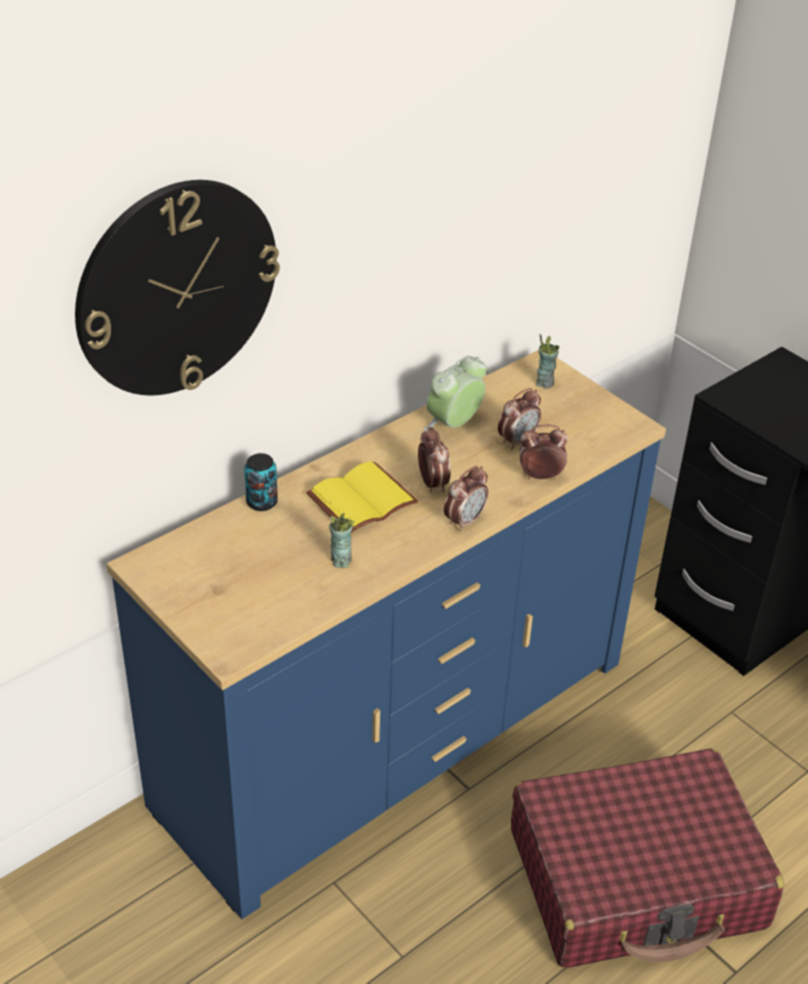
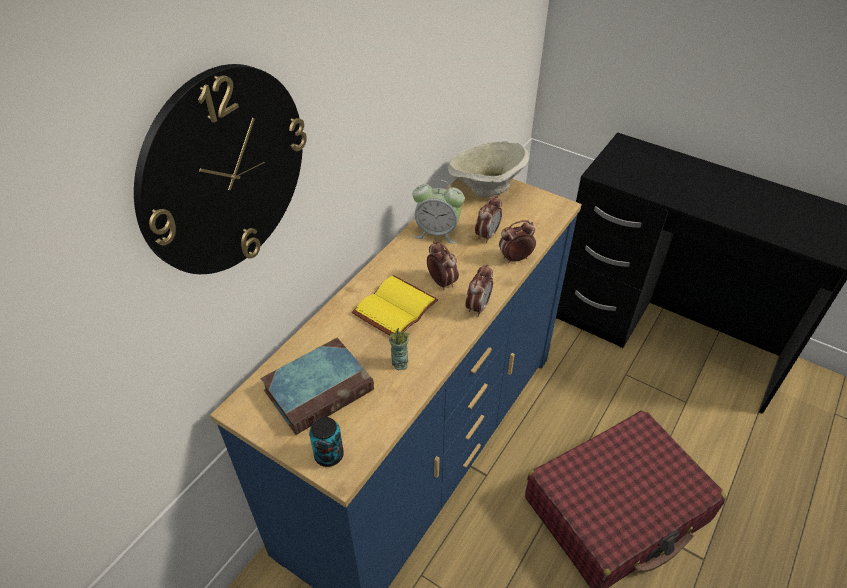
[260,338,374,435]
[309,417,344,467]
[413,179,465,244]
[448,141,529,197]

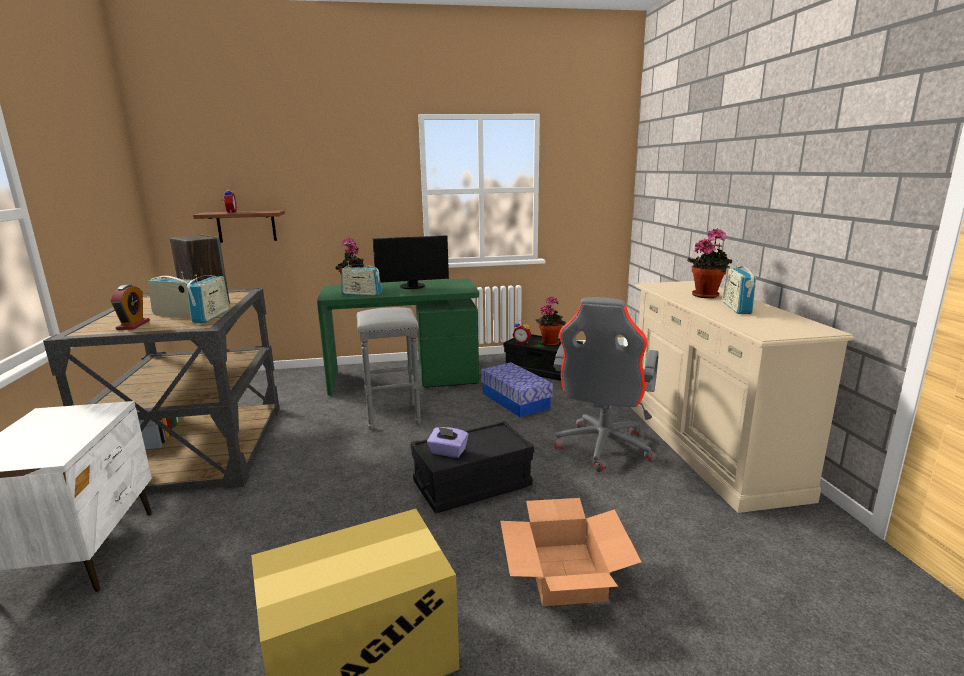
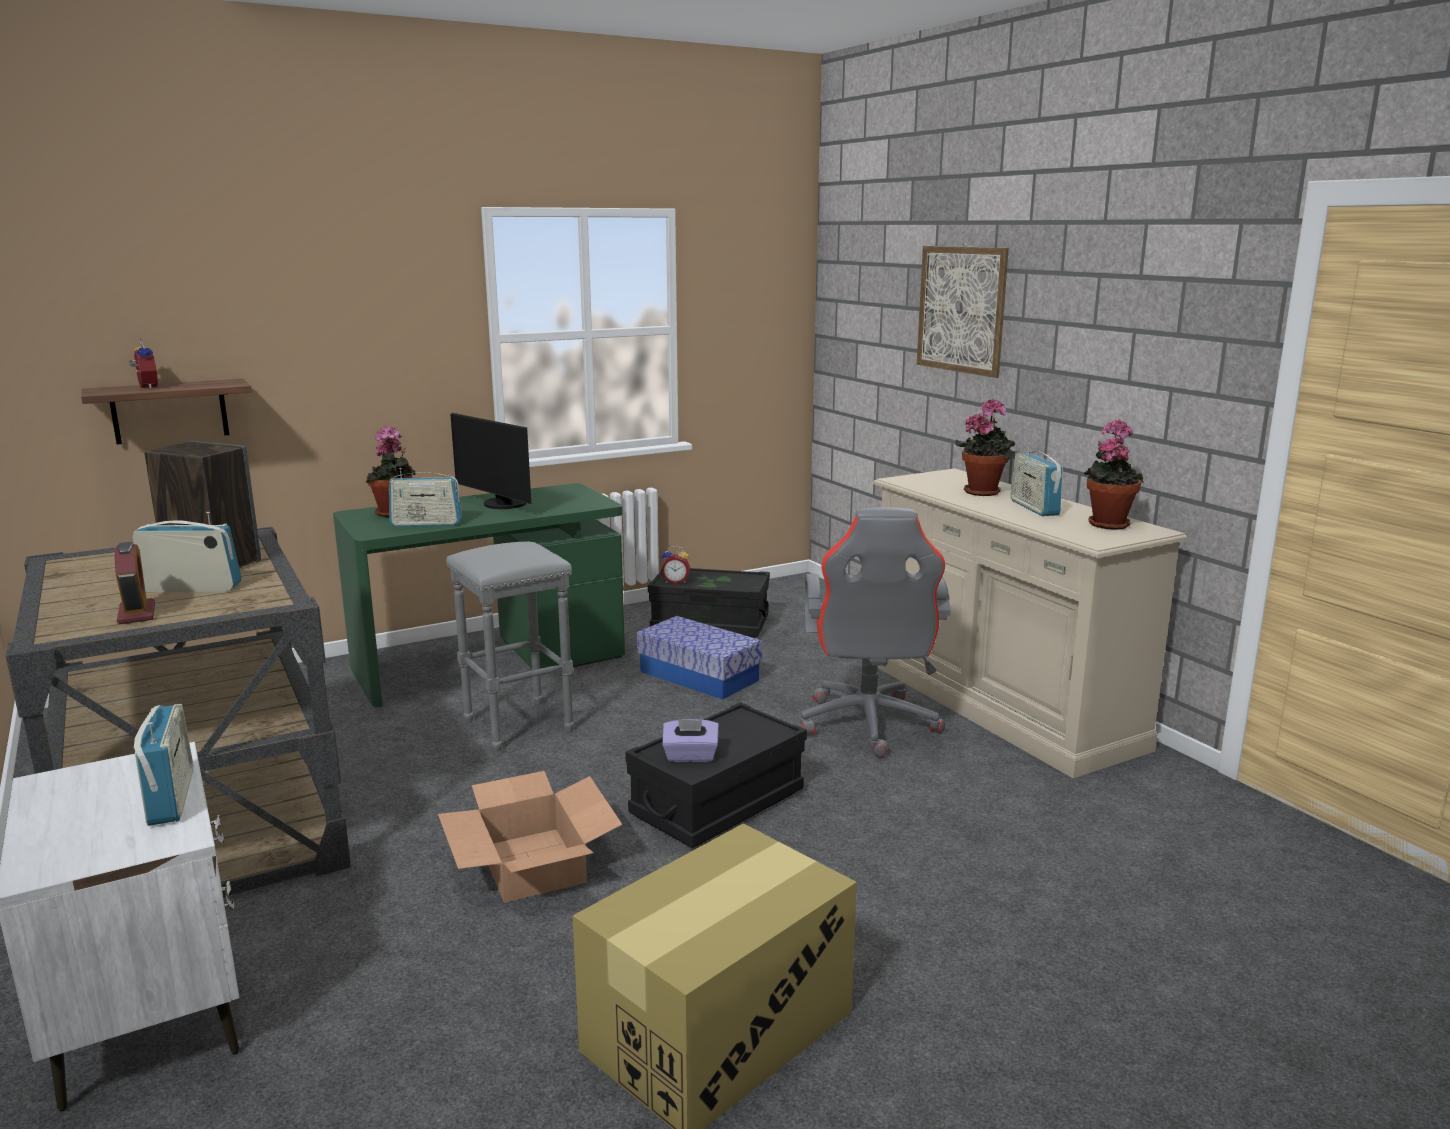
[134,704,193,826]
[438,771,622,903]
[450,413,531,509]
[917,243,1009,378]
[1084,419,1144,529]

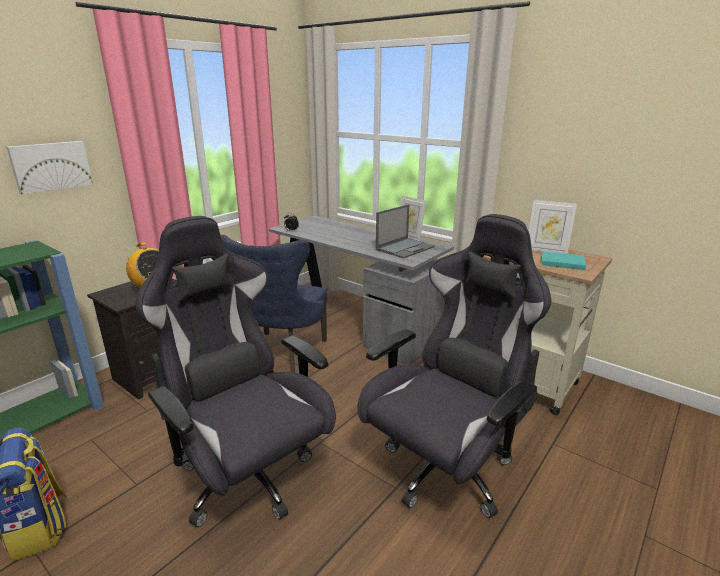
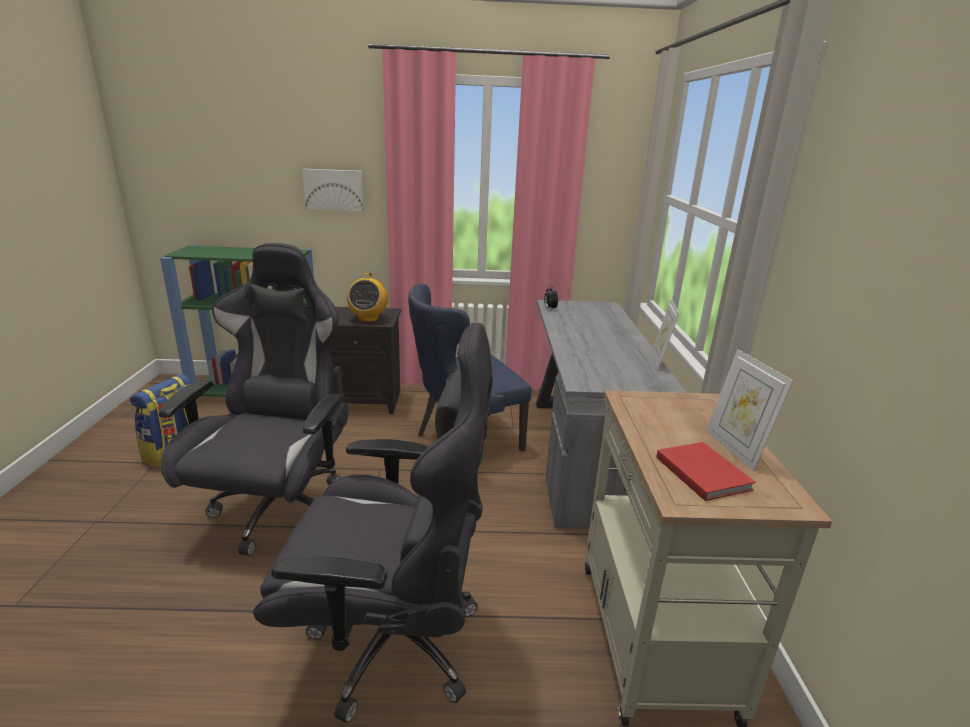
[656,442,756,501]
[376,204,435,259] (first image)

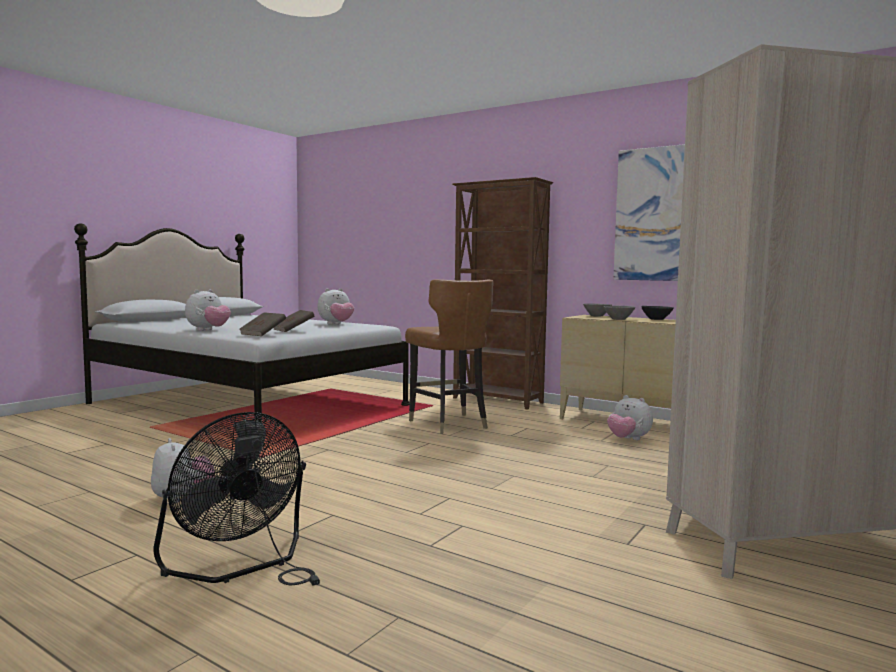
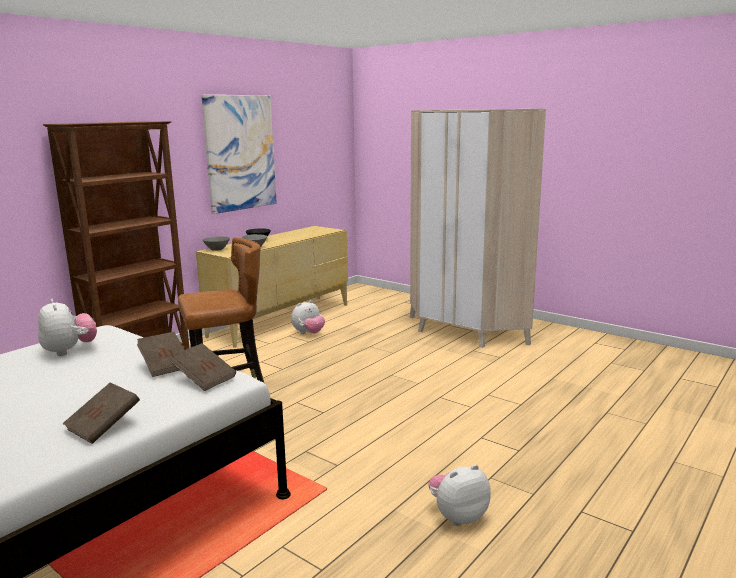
[63,382,140,444]
[153,412,320,586] (first image)

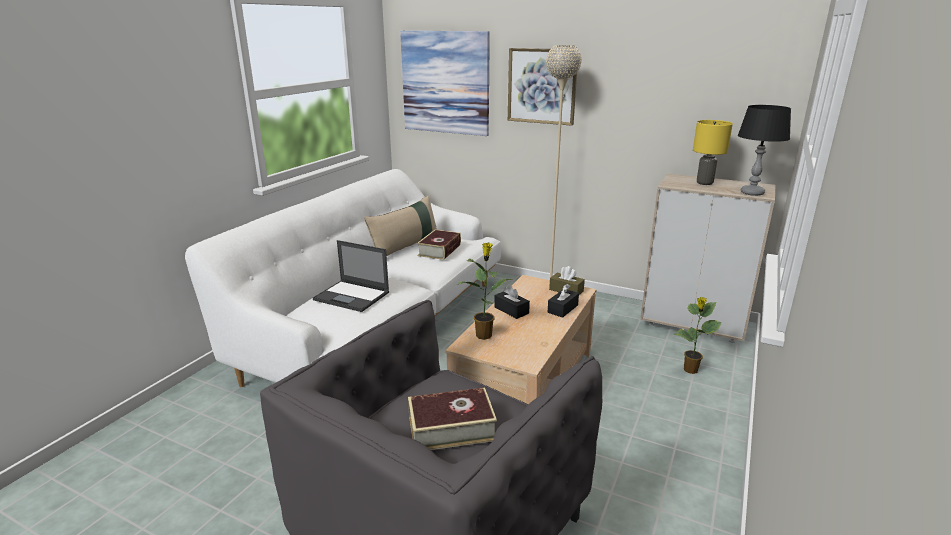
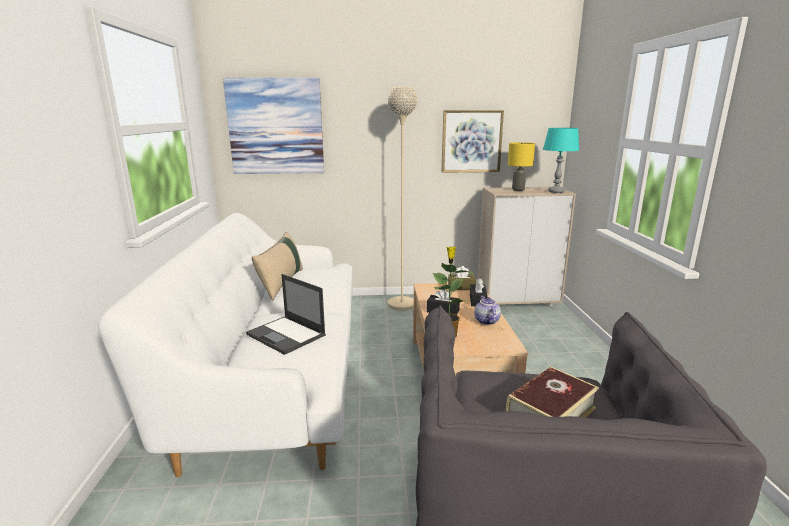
[246,274,326,355]
[441,110,504,173]
[474,296,501,325]
[543,128,579,193]
[417,229,461,260] (first image)
[674,297,722,374] (first image)

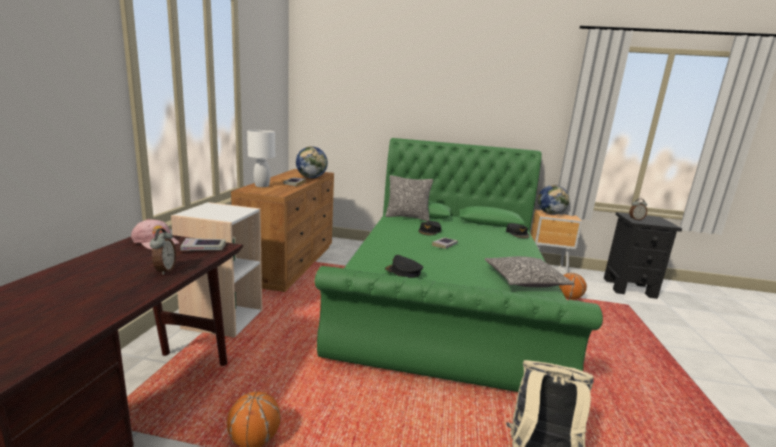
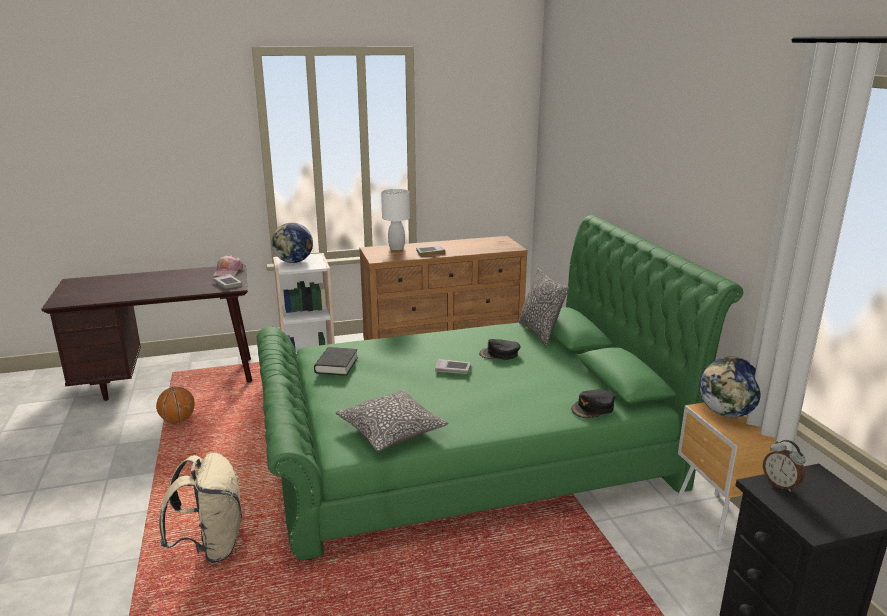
[272,223,313,263]
[314,347,358,376]
[150,229,176,275] (first image)
[559,273,587,300] (first image)

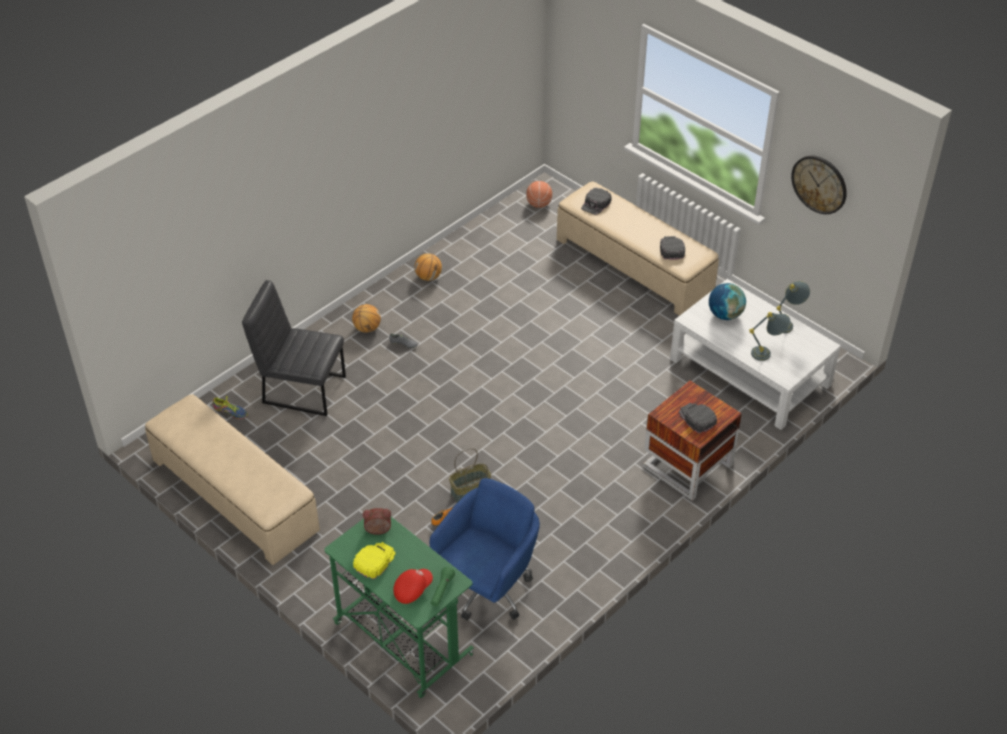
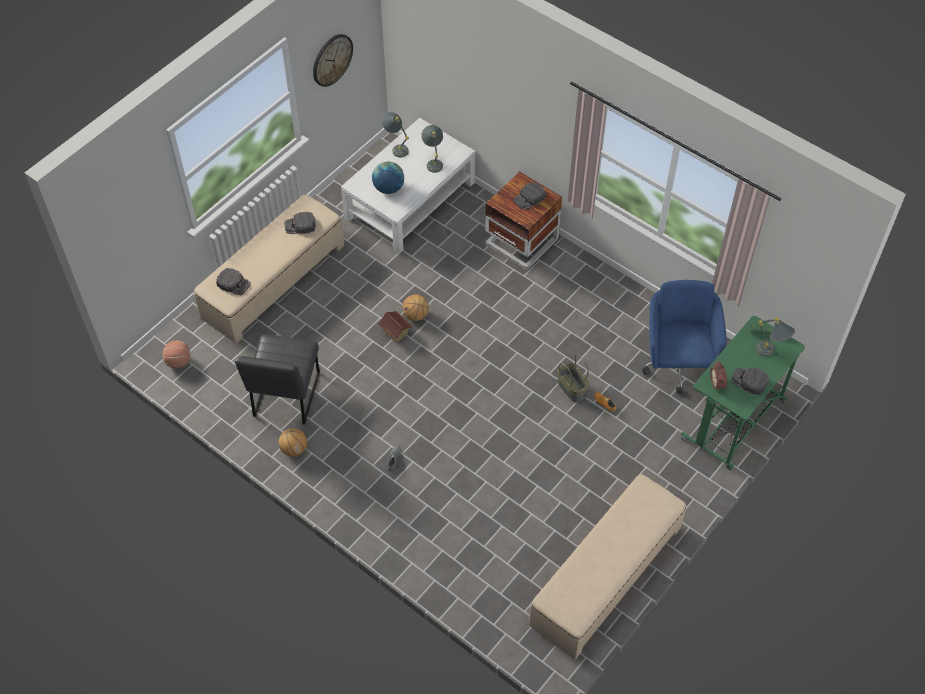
[235,335,320,425]
[377,310,413,343]
[402,295,429,321]
[642,280,727,394]
[731,367,769,396]
[756,317,795,357]
[213,396,248,419] (first image)

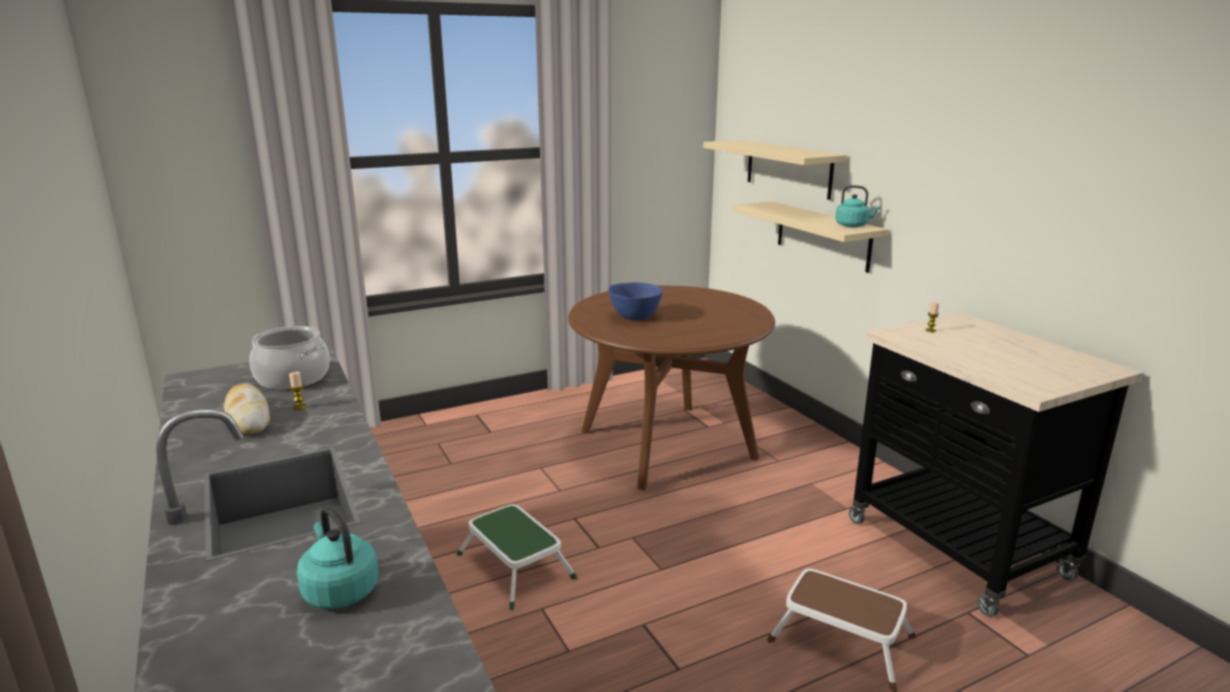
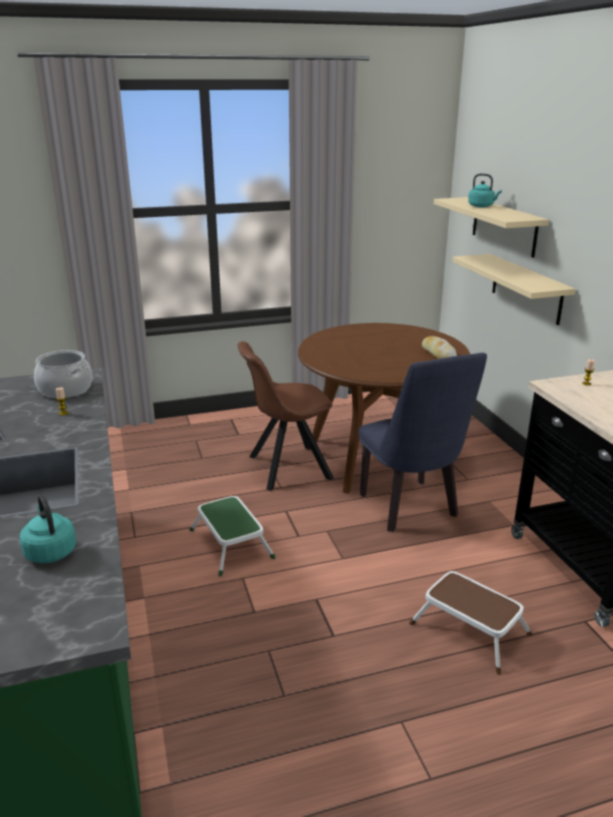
[238,341,334,491]
[359,353,487,532]
[422,336,457,359]
[468,173,502,207]
[609,282,663,320] (first image)

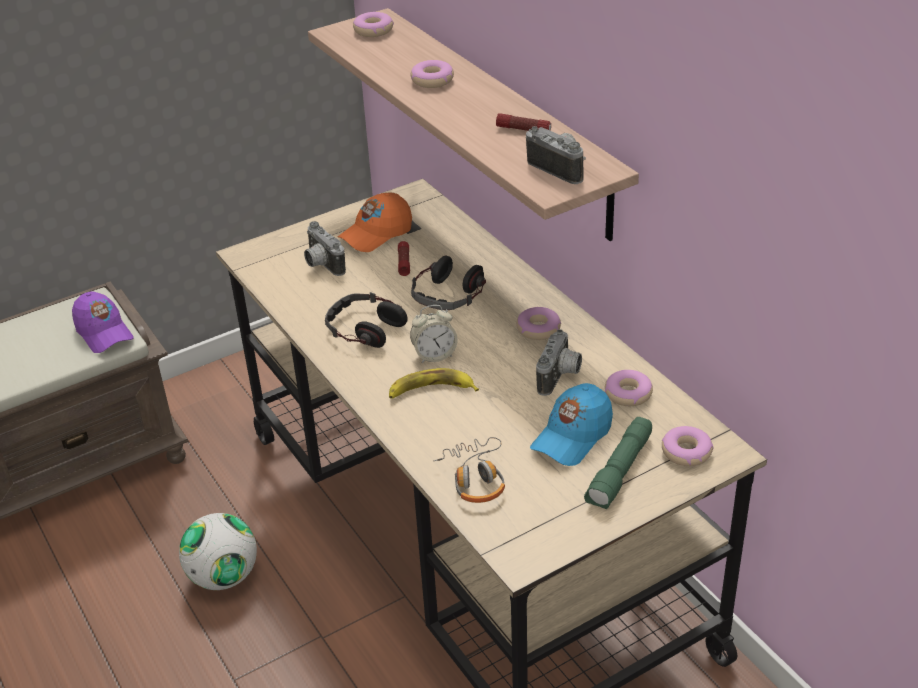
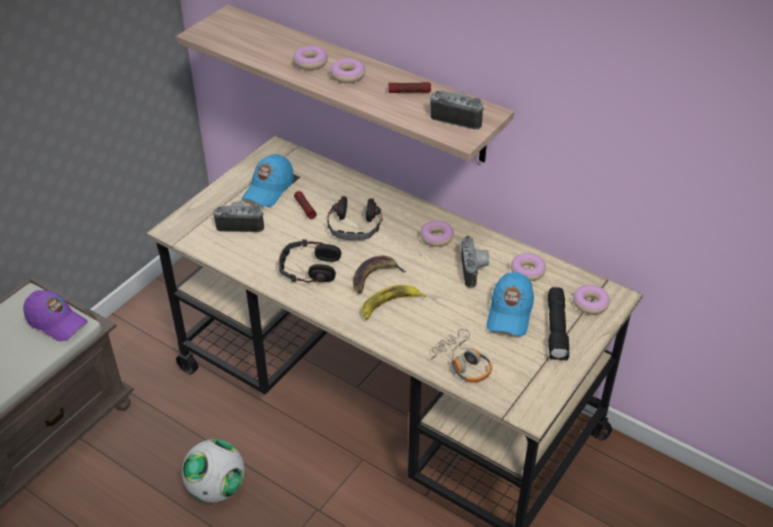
[214,201,264,232]
[242,154,294,207]
[330,58,366,83]
[353,256,407,294]
[548,287,569,361]

